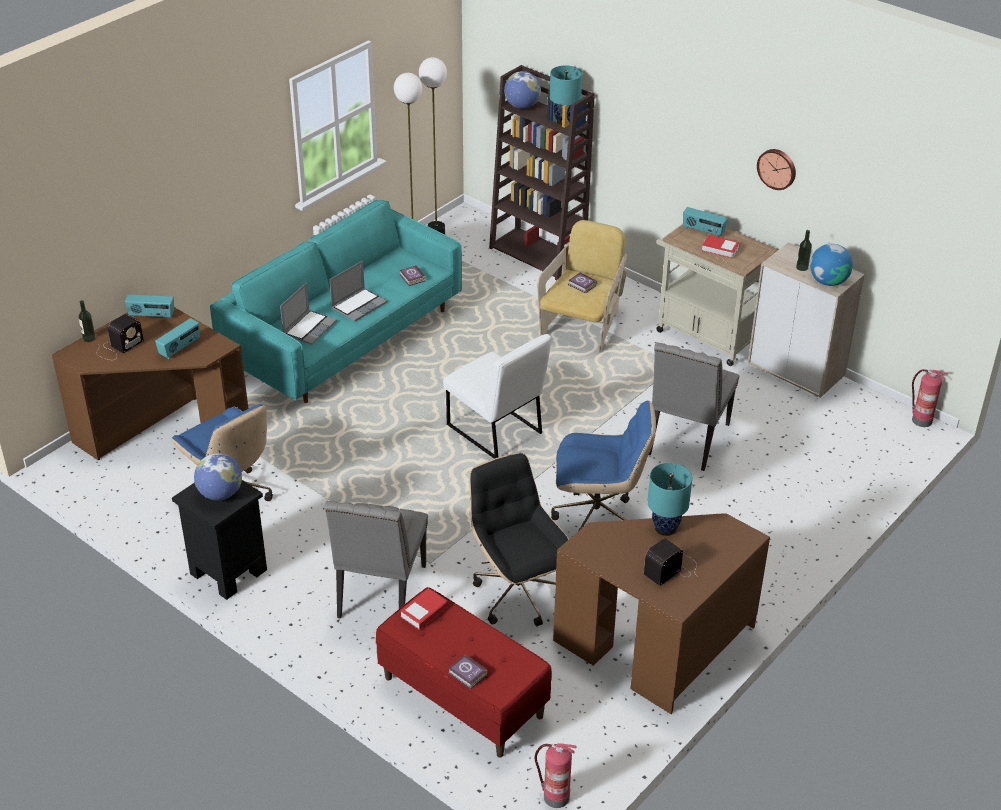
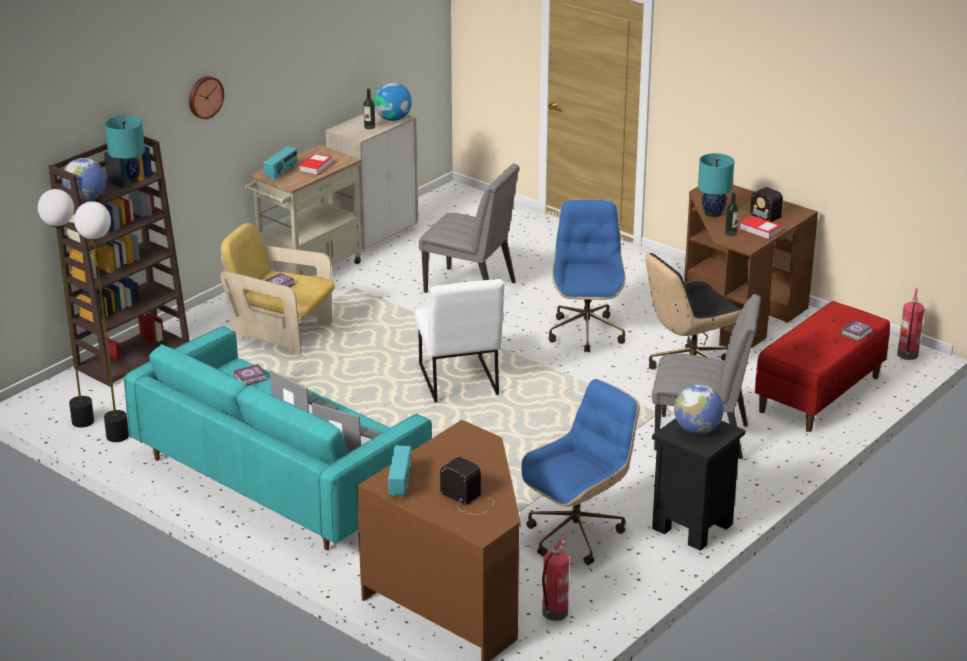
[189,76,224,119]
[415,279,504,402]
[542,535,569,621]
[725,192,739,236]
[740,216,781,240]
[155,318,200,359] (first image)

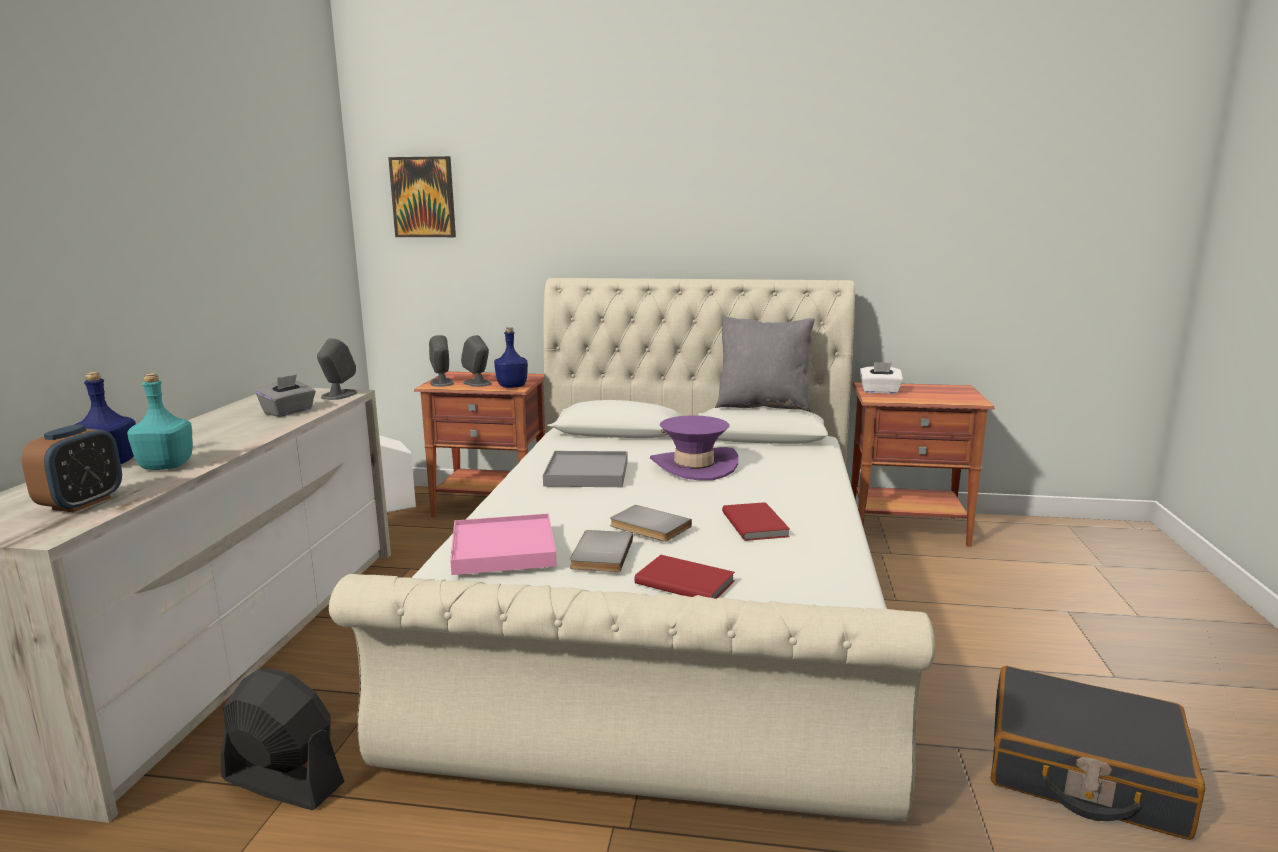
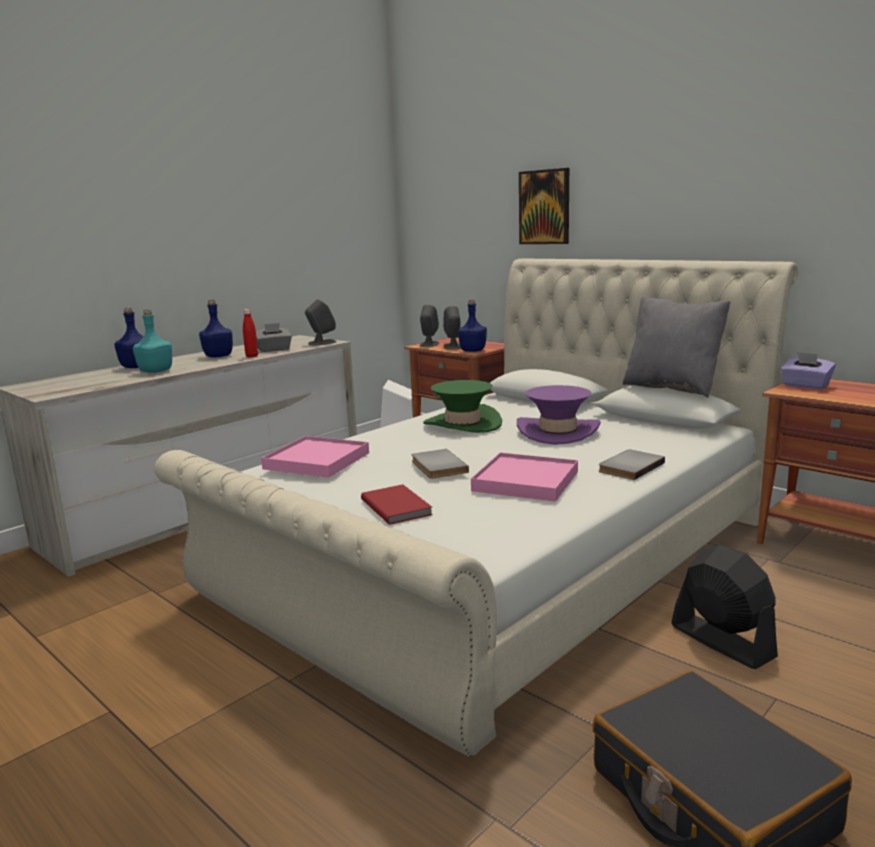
[199,300,233,357]
[243,309,258,357]
[423,380,502,433]
[471,453,578,502]
[519,168,569,244]
[598,449,665,480]
[671,545,778,669]
[781,352,836,389]
[21,425,122,512] (first image)

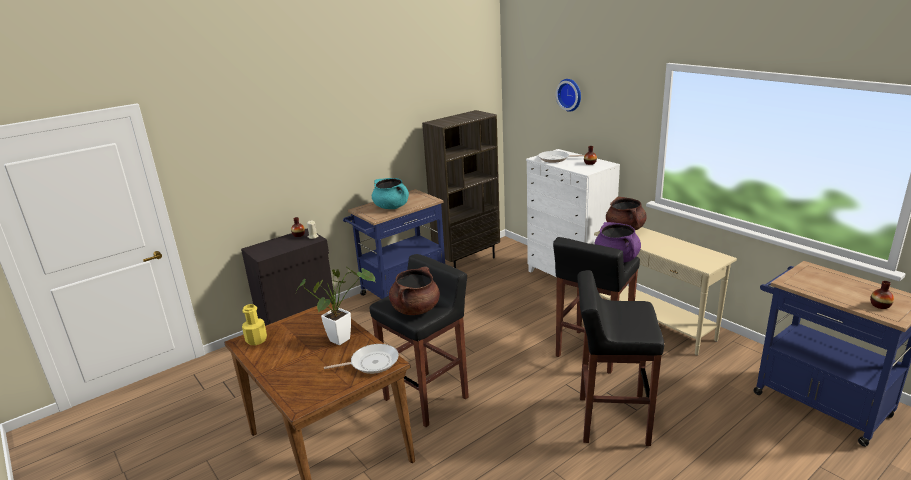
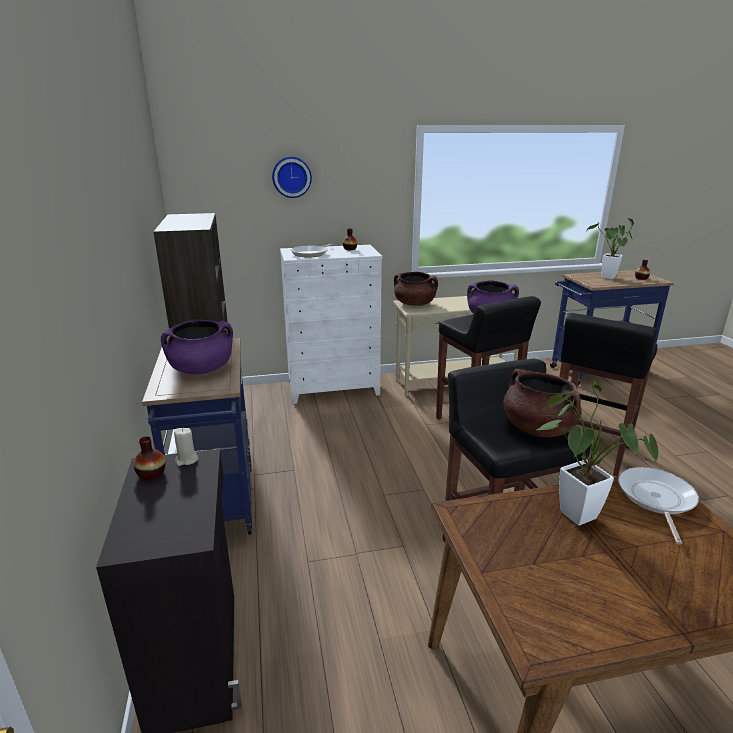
[161,320,233,374]
[587,218,634,279]
[242,304,267,345] (first image)

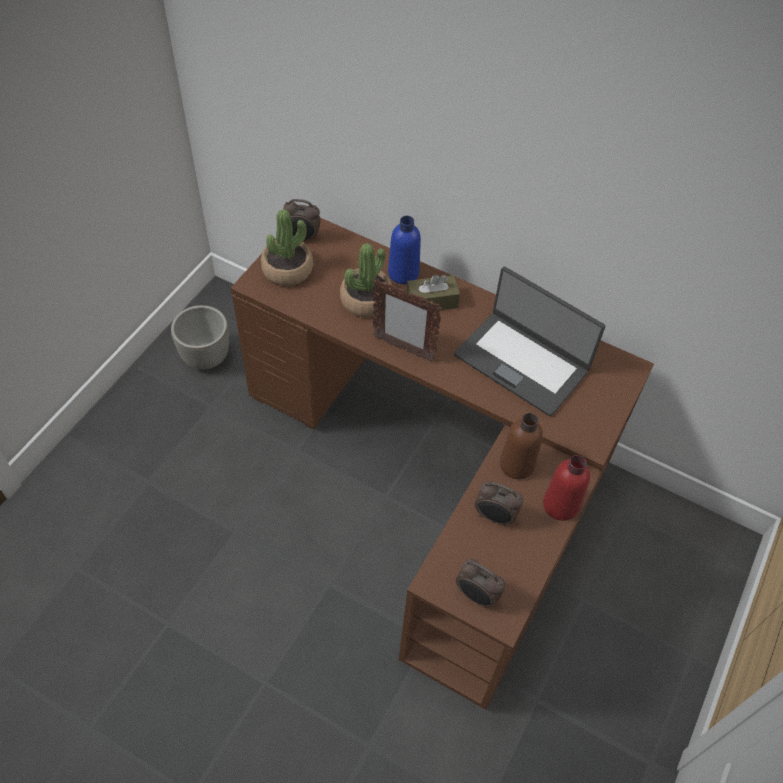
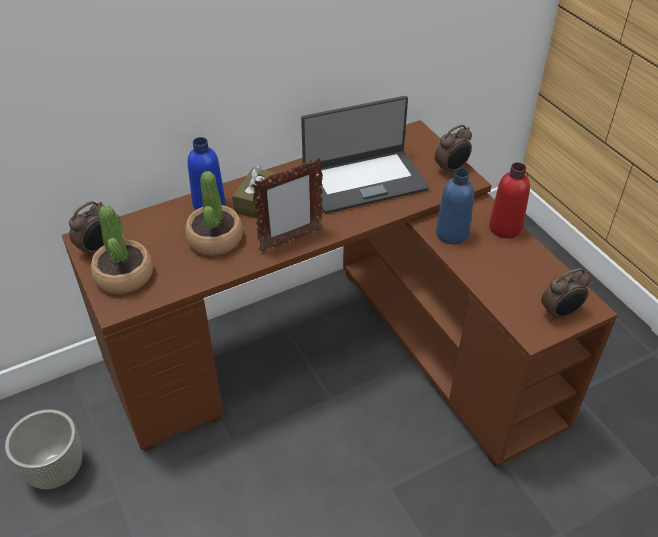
[435,125,472,176]
[436,168,474,244]

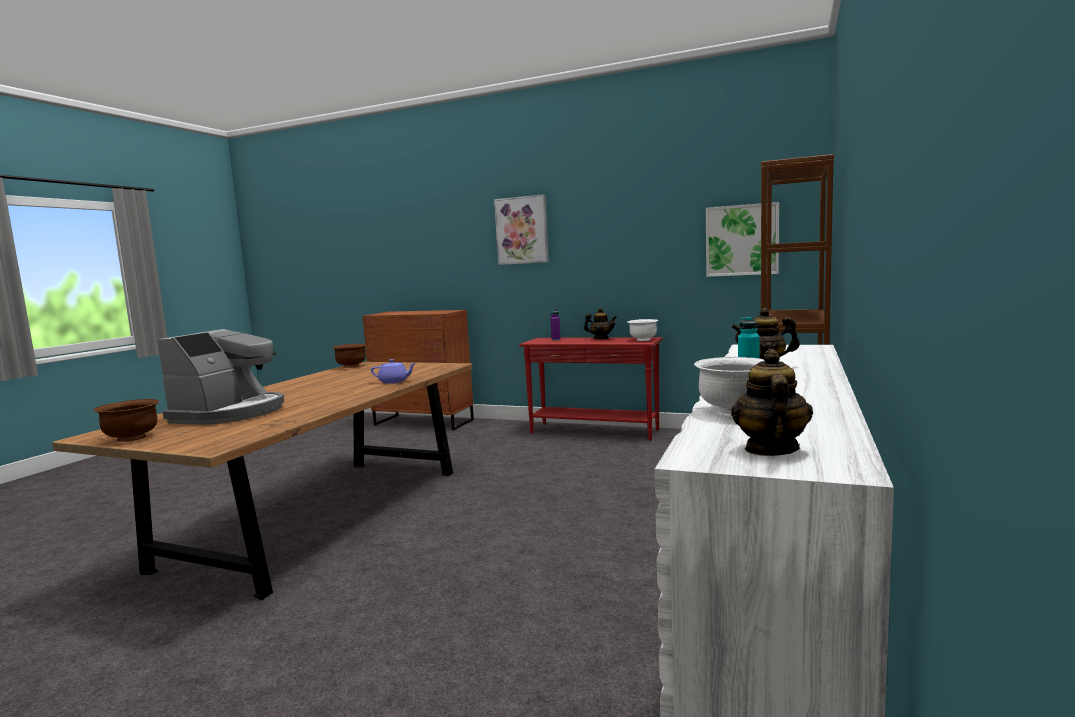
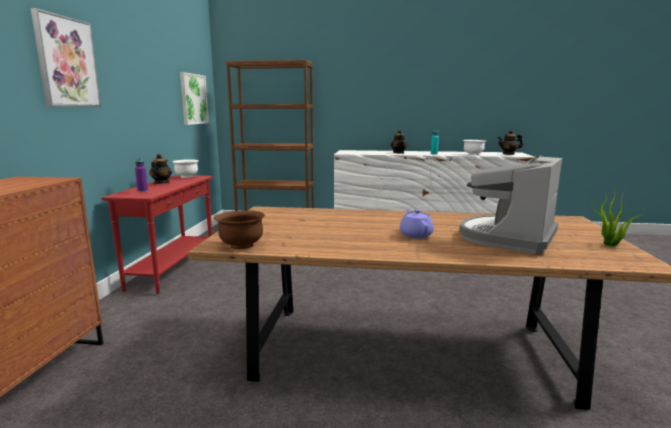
[399,209,434,238]
[459,156,562,254]
[593,187,645,246]

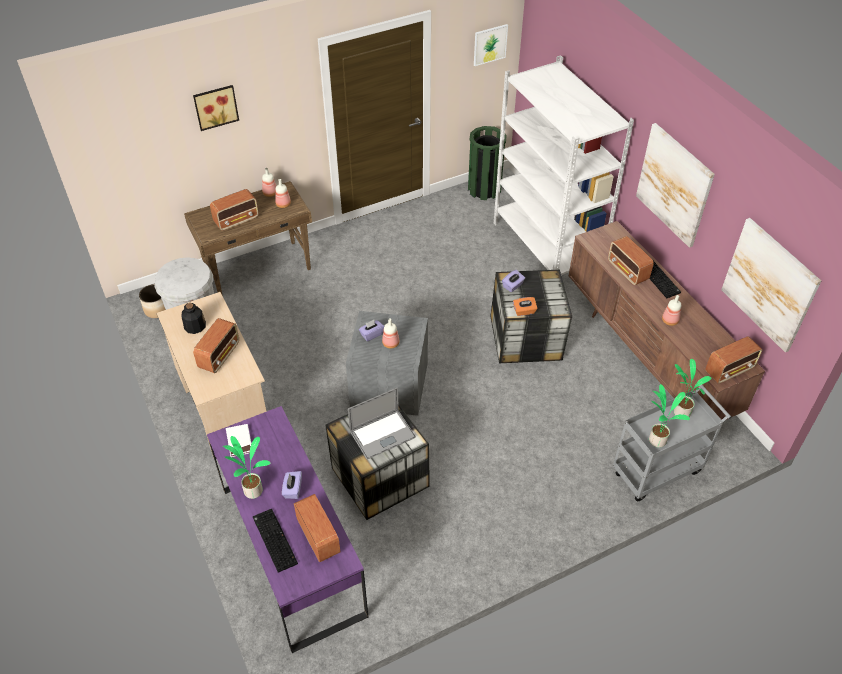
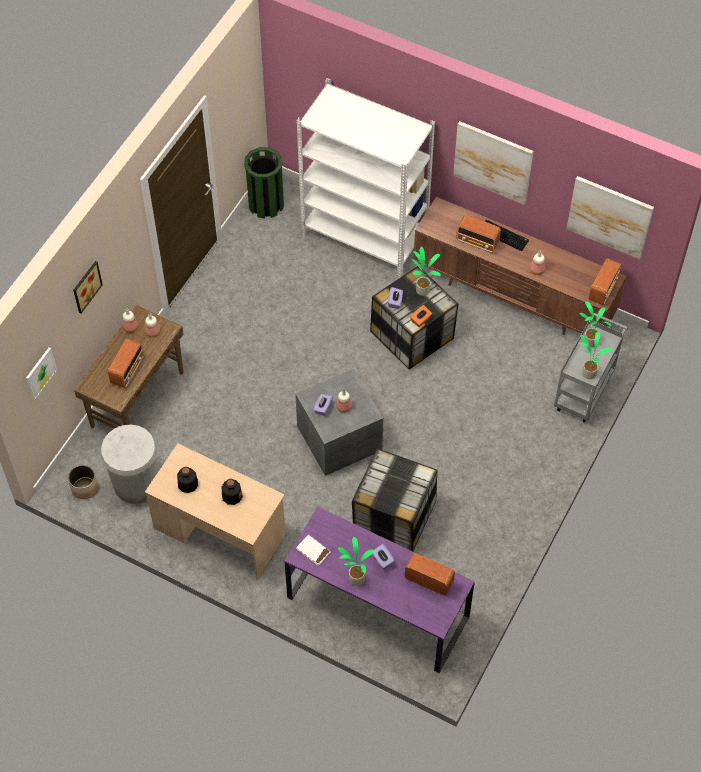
[26,348,57,400]
[222,479,243,505]
[412,247,441,296]
[253,509,298,573] (first image)
[348,388,416,459] (first image)

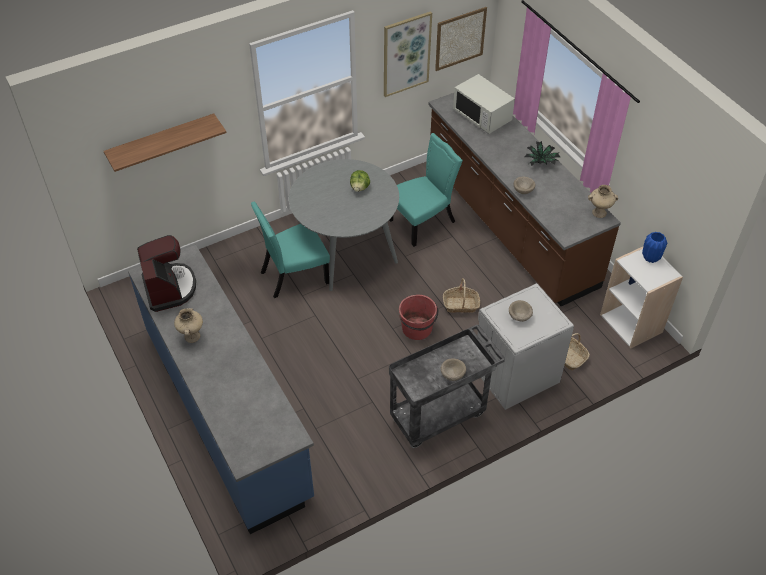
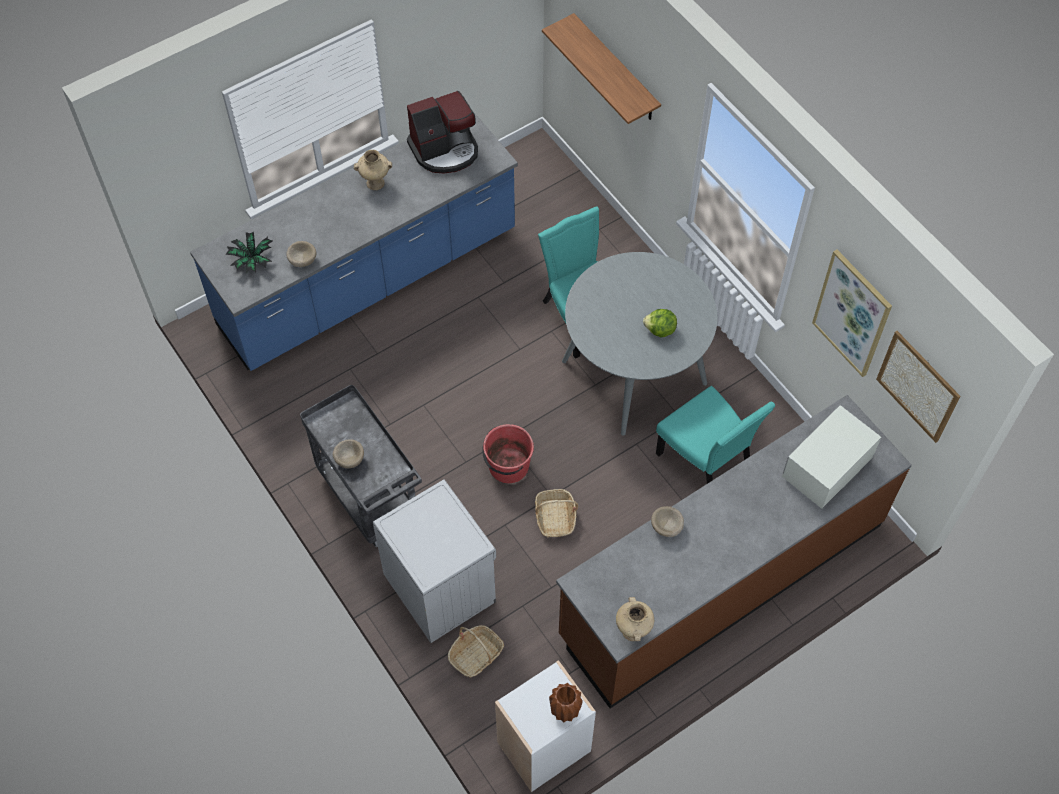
[226,232,272,273]
[286,241,317,267]
[549,683,583,722]

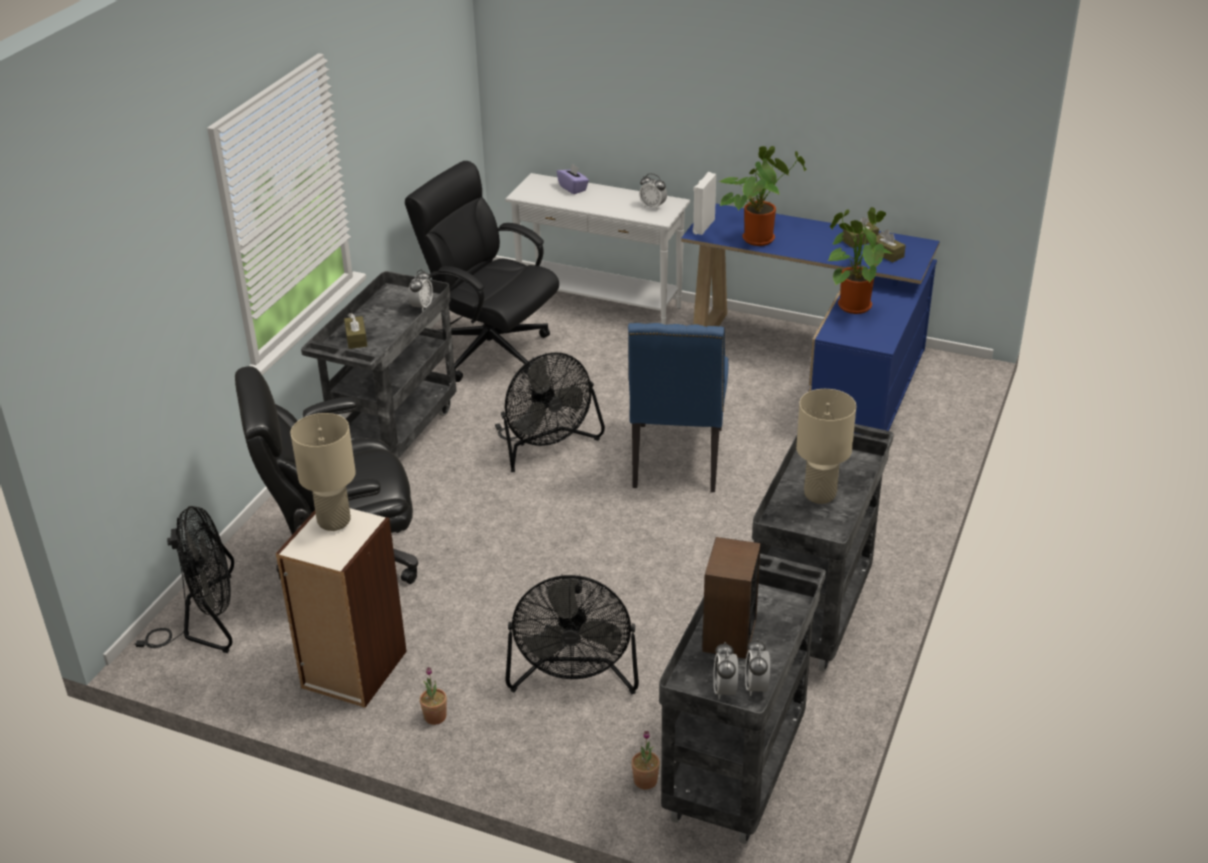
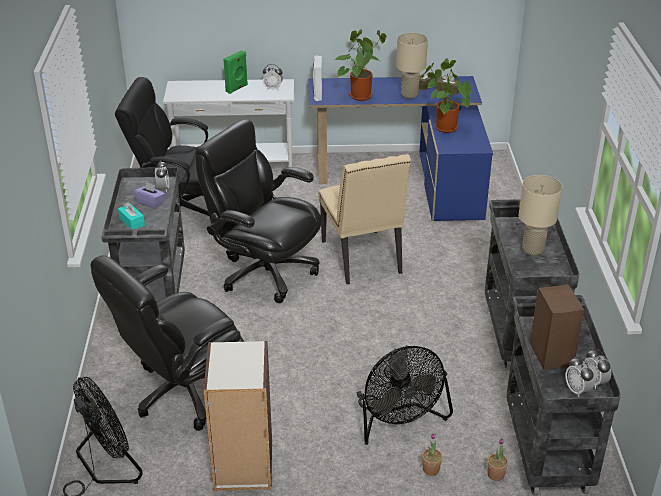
[118,202,145,229]
[133,182,165,209]
[196,119,322,303]
[224,50,248,94]
[318,154,411,284]
[396,33,428,99]
[422,433,442,476]

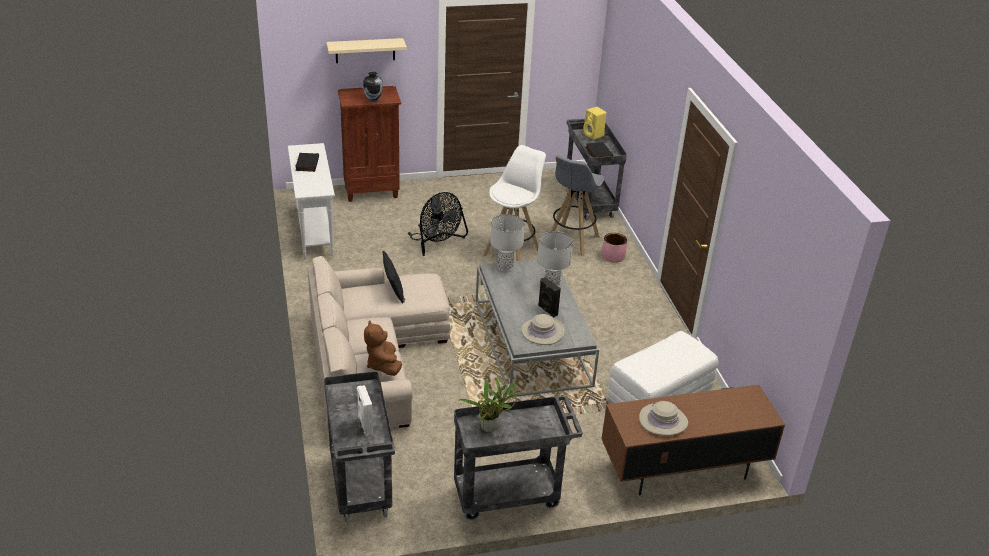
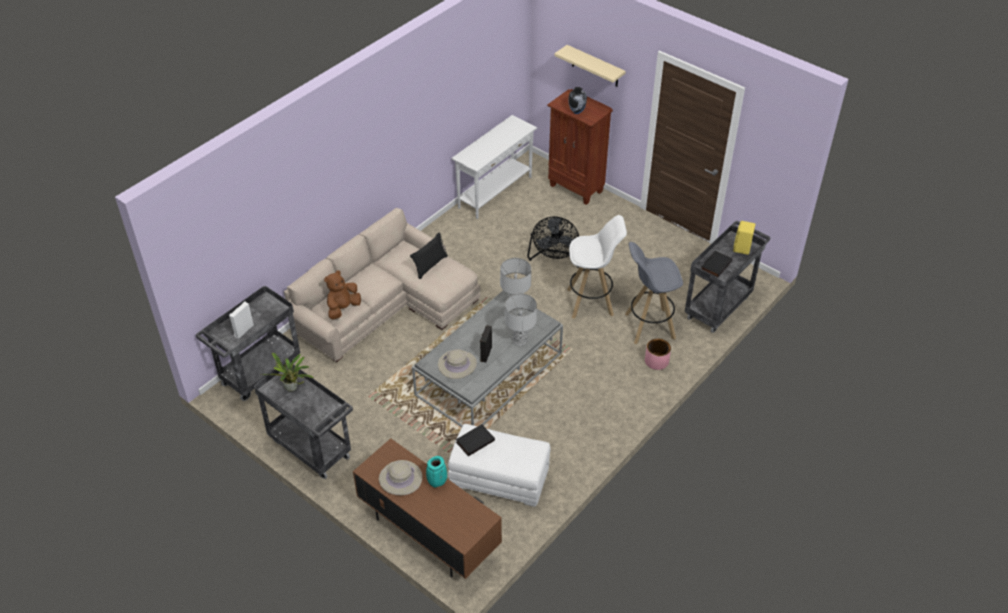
[426,456,447,487]
[456,424,495,456]

